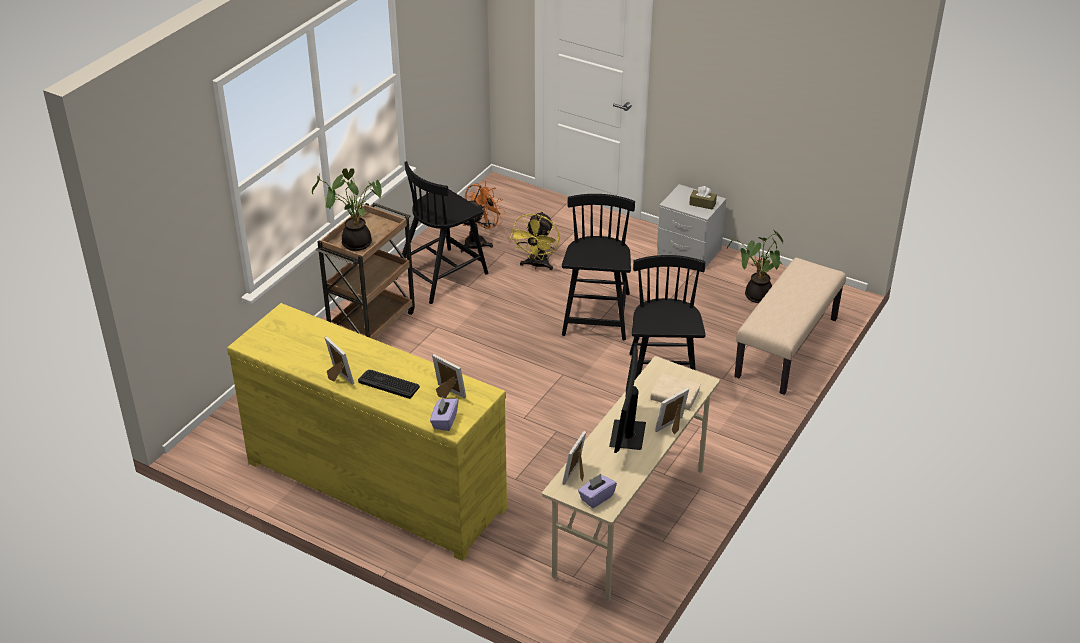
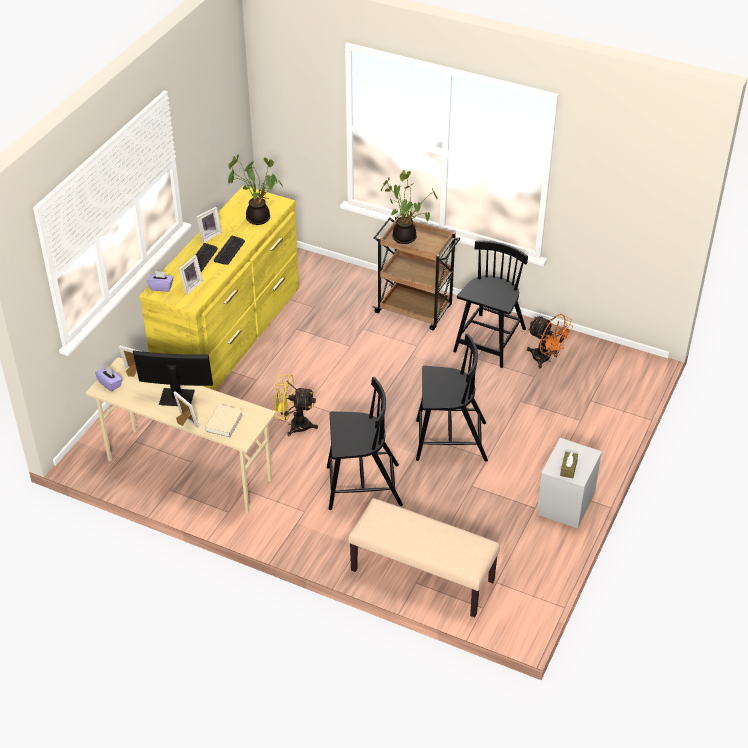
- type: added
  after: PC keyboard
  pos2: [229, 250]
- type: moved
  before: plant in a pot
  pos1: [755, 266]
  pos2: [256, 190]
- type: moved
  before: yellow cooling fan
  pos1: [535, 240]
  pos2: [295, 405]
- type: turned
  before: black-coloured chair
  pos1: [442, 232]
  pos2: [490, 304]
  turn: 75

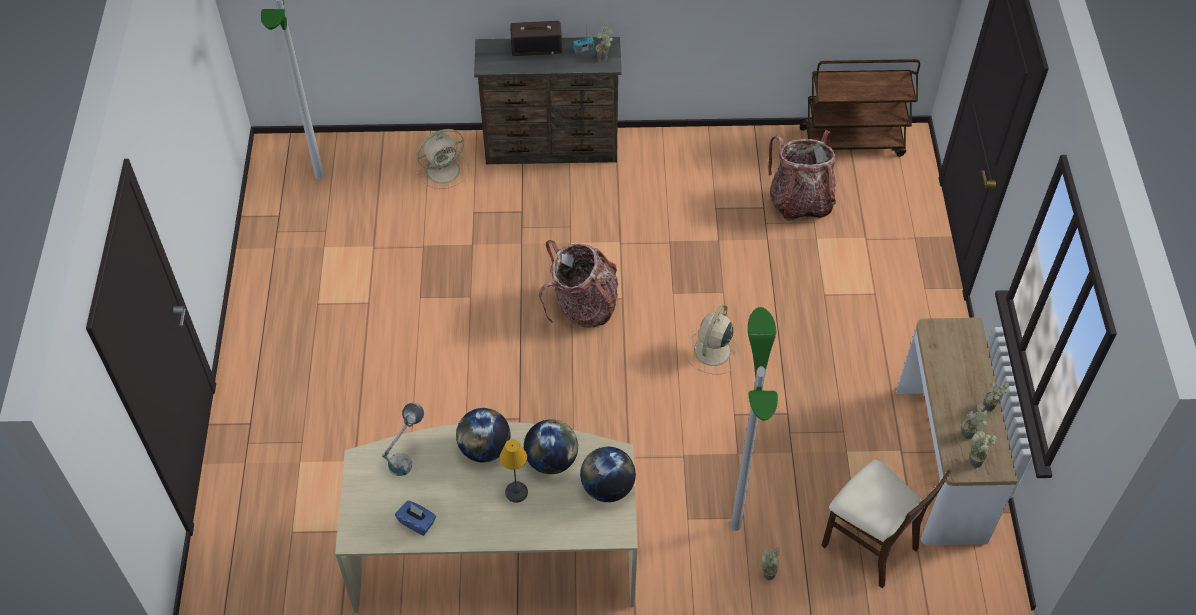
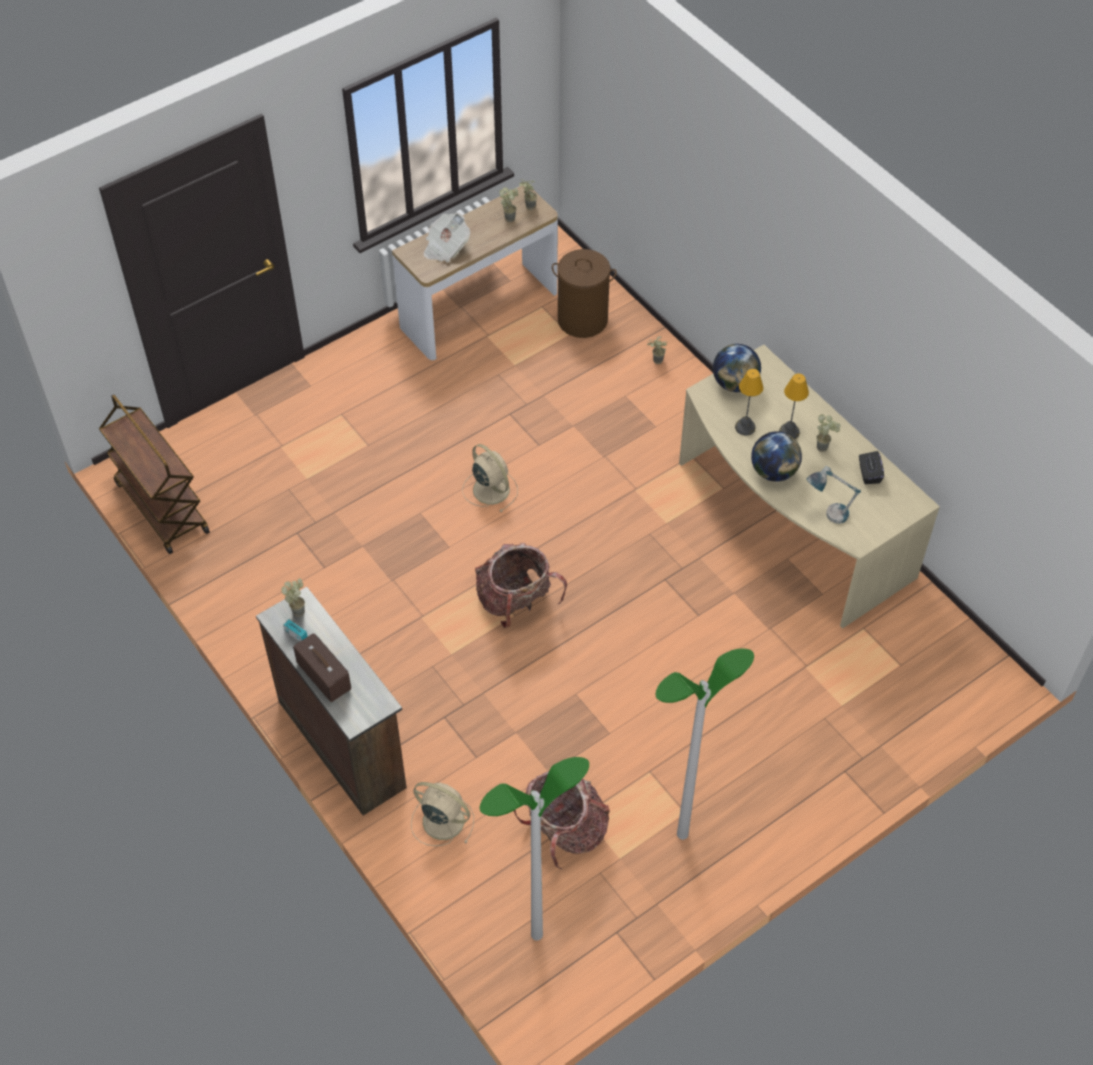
- type: added
  after: daily paper
  pos2: [446, 237]
- type: turned
  before: beige-coloured cooling fan
  pos1: [711, 339]
  pos2: [490, 478]
  turn: -120
- type: moved
  before: knapsack
  pos1: [802, 175]
  pos2: [562, 820]
- type: replaced
  before: beige-coloured chair
  after: brown-coloured hamper
  pos1: [886, 523]
  pos2: [584, 293]
- type: moved
  before: standing lamp
  pos1: [754, 419]
  pos2: [705, 744]
- type: replaced
  before: world globe
  after: table lamp
  pos1: [551, 446]
  pos2: [749, 402]
- type: moved
  before: plant in a pot
  pos1: [996, 396]
  pos2: [829, 433]
- type: recoloured
  before: blue tissue holder
  after: black-coloured tissue holder
  pos1: [415, 518]
  pos2: [871, 467]

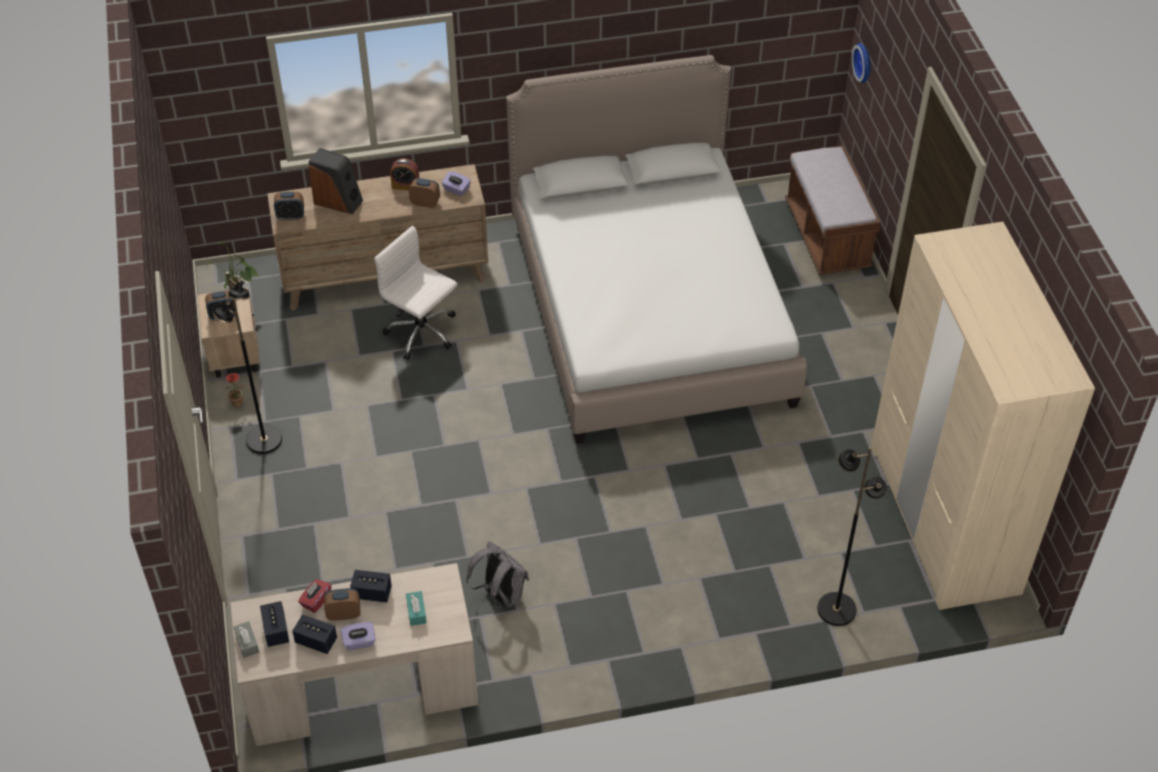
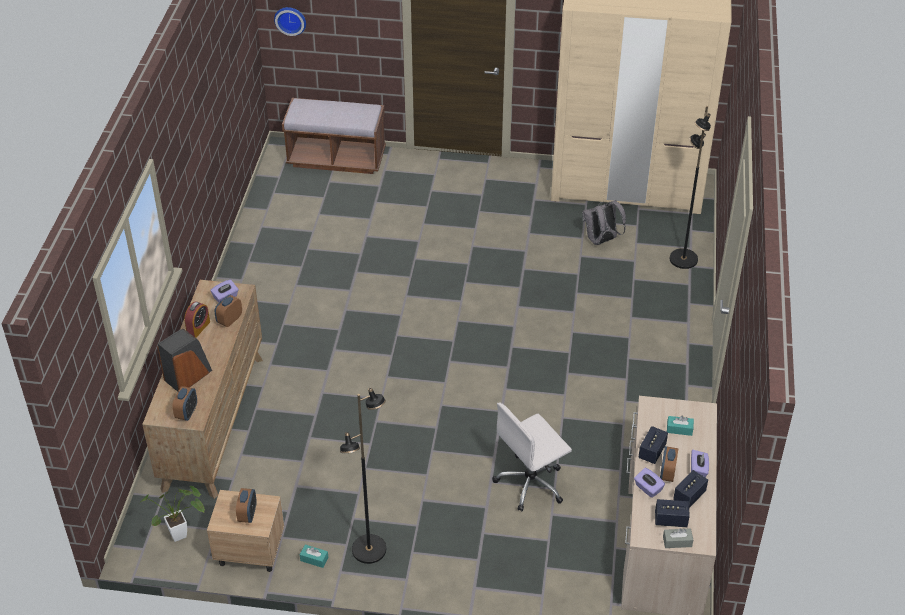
- type: replaced
  before: plant in a pot
  after: blue-green tissue holder
  pos1: [237, 390]
  pos2: [314, 556]
- type: moved
  before: white desk chair
  pos1: [415, 293]
  pos2: [532, 457]
- type: moved
  before: greyish knapsack
  pos1: [497, 574]
  pos2: [604, 222]
- type: recoloured
  before: red-coloured tissue holder
  after: purple tissue holder
  pos1: [315, 596]
  pos2: [649, 483]
- type: removed
  before: sleeping bed
  pos1: [656, 249]

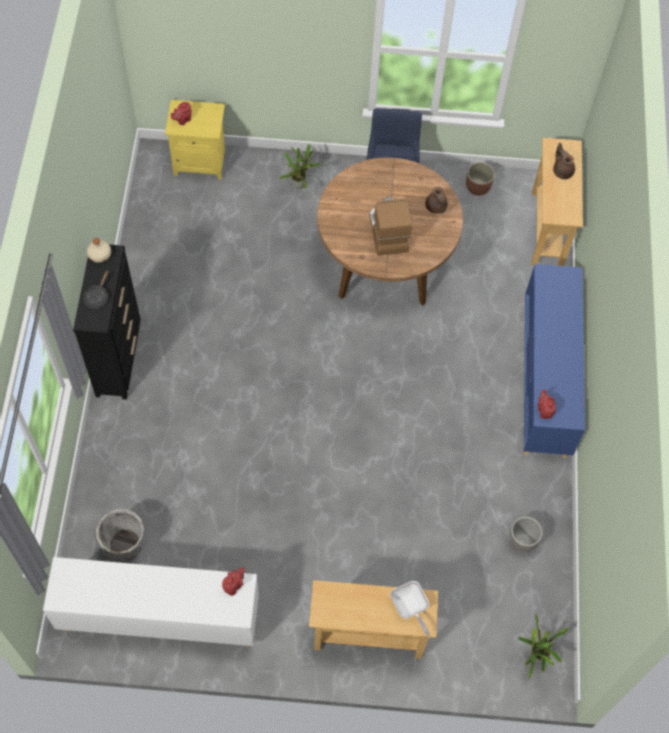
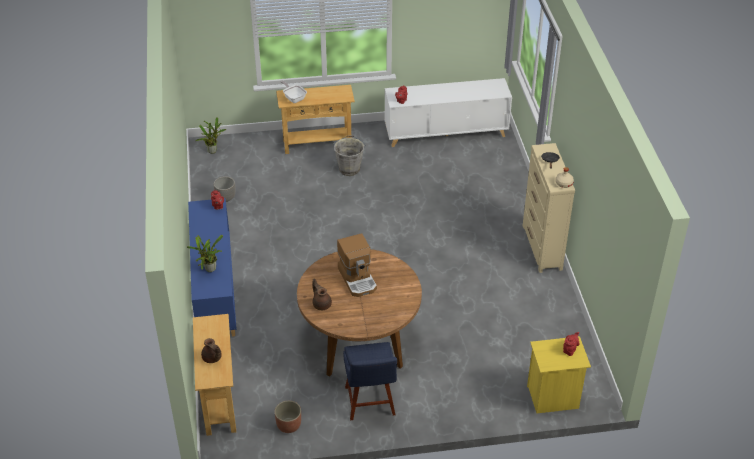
- type: moved
  before: plant in a pot
  pos1: [300, 166]
  pos2: [205, 253]
- type: moved
  before: greyish pail
  pos1: [118, 535]
  pos2: [350, 155]
- type: recoloured
  before: black-coloured dresser
  after: beige-coloured dresser
  pos1: [107, 322]
  pos2: [549, 208]

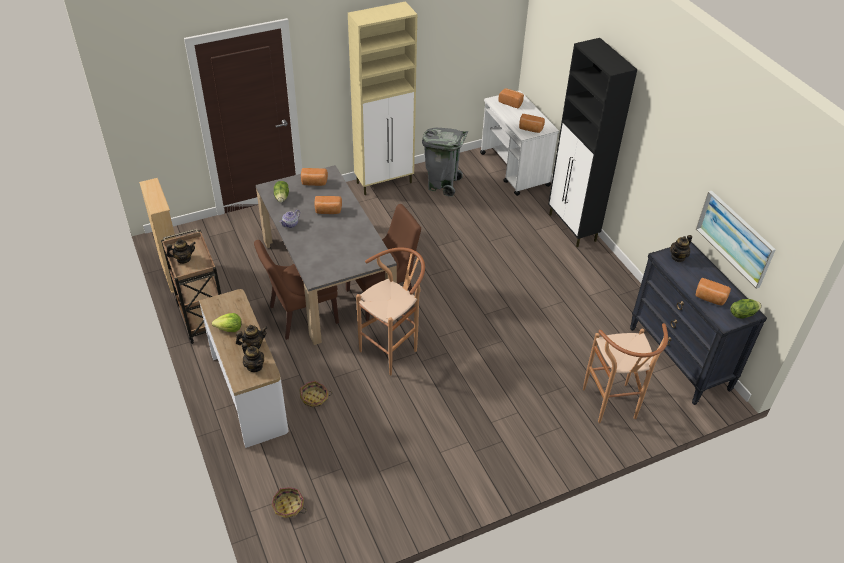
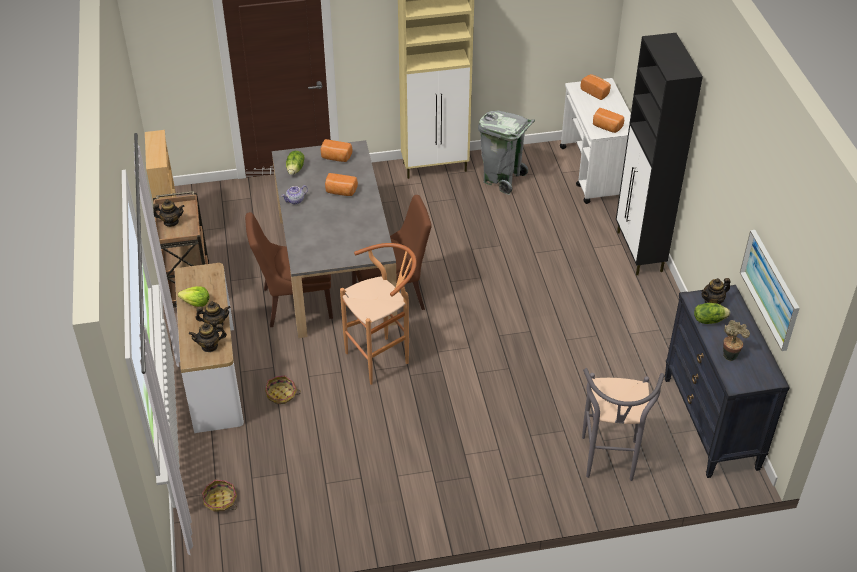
- type: turned
  before: teapot
  pos1: [253, 357]
  pos2: [208, 337]
  turn: 105
- type: recoloured
  before: brown-coloured sitting stool
  after: greyish sitting stool
  pos1: [625, 373]
  pos2: [623, 424]
- type: moved
  before: lettuce
  pos1: [746, 309]
  pos2: [712, 313]
- type: replaced
  before: bakery bread
  after: plant in a pot
  pos1: [713, 292]
  pos2: [736, 340]

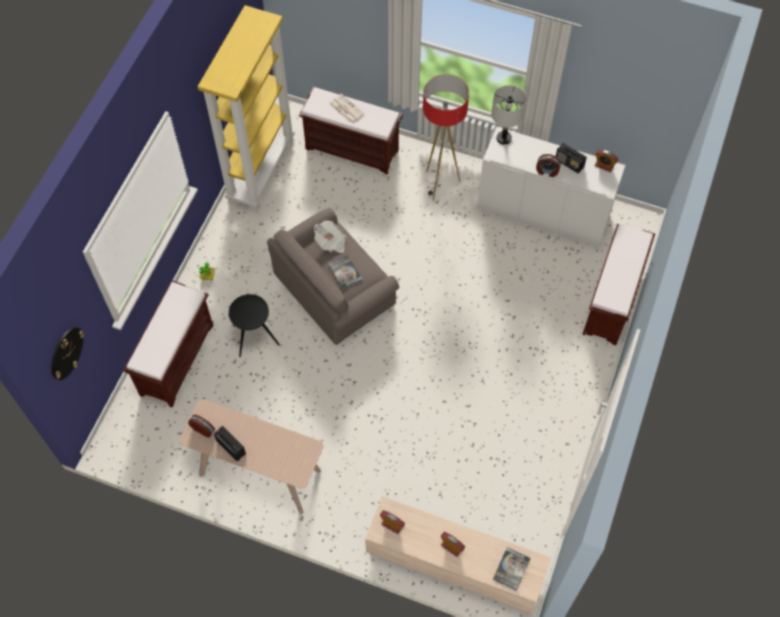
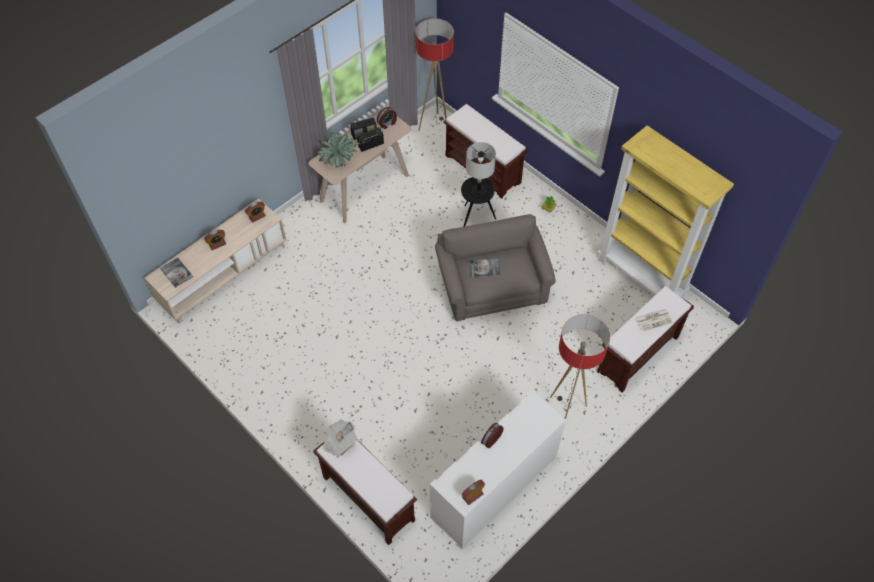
- type: added
  after: plant in a pot
  pos2: [339, 150]
- type: moved
  before: daily paper
  pos1: [330, 236]
  pos2: [339, 438]
- type: moved
  before: radio receiver
  pos1: [571, 158]
  pos2: [370, 139]
- type: added
  after: standing lamp
  pos2: [435, 74]
- type: moved
  before: greyish table lamp
  pos1: [508, 115]
  pos2: [481, 169]
- type: removed
  before: clock on the wall
  pos1: [67, 353]

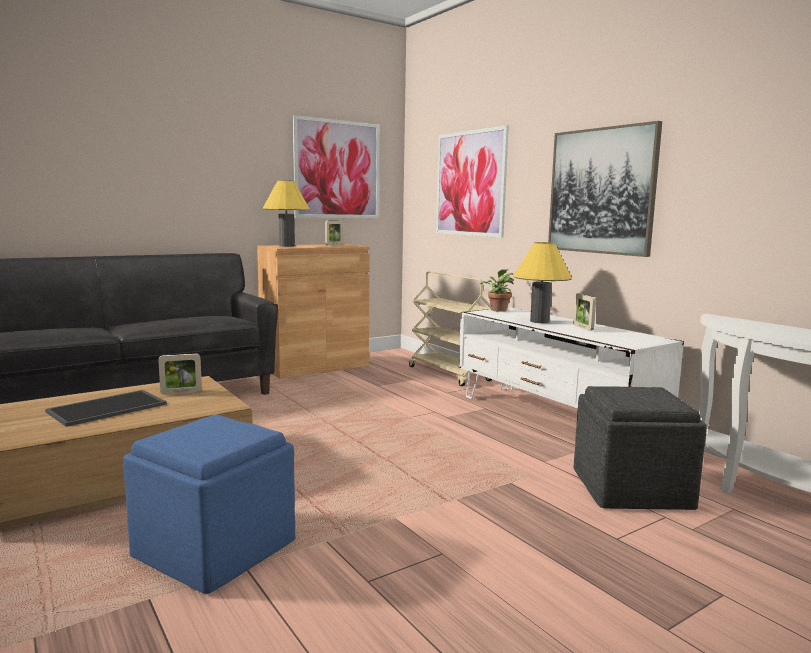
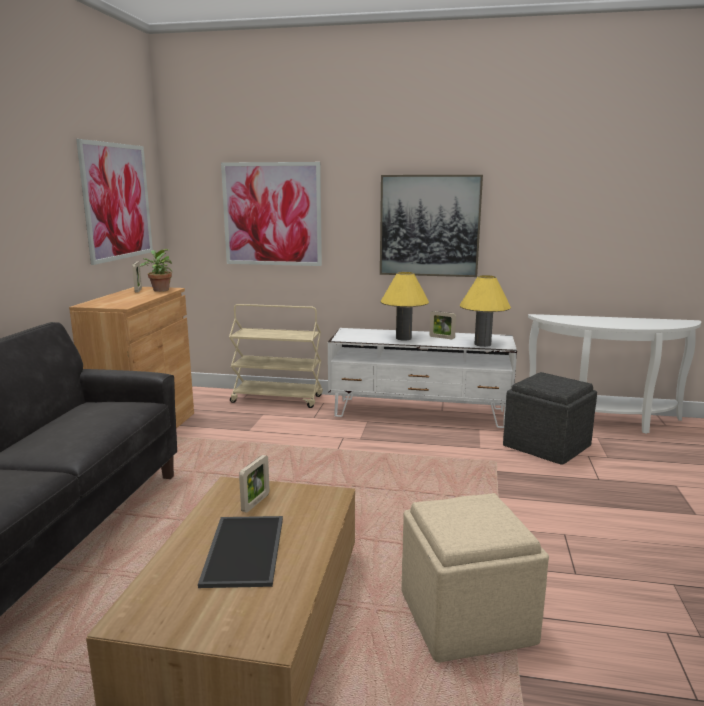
- type: moved
  before: plant in a pot
  pos1: [497, 290]
  pos2: [156, 270]
- type: recoloured
  before: blue footrest
  after: beige-coloured footrest
  pos1: [209, 504]
  pos2: [475, 578]
- type: moved
  before: yellow table lamp
  pos1: [286, 213]
  pos2: [485, 311]

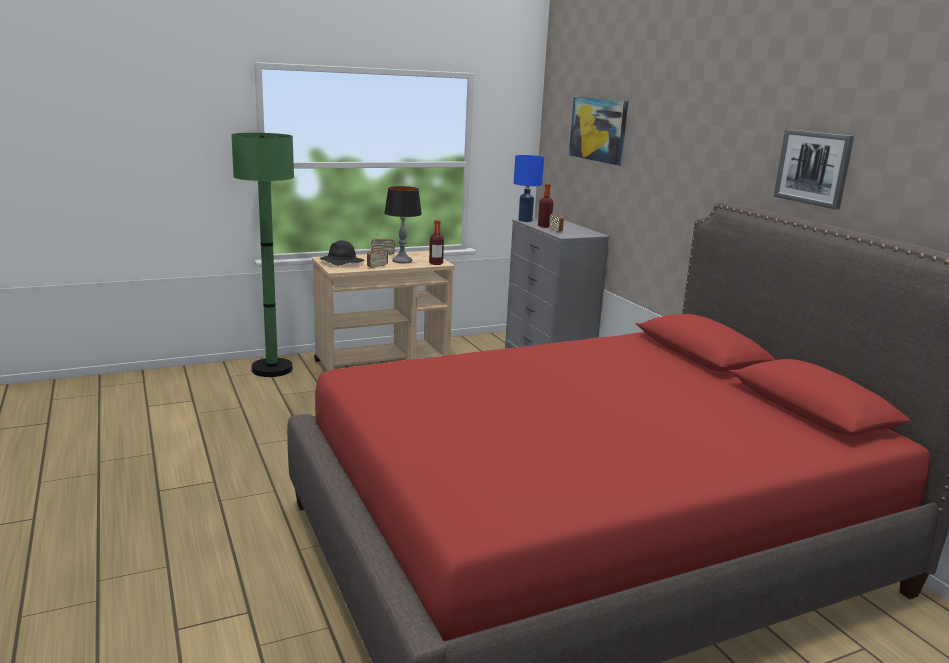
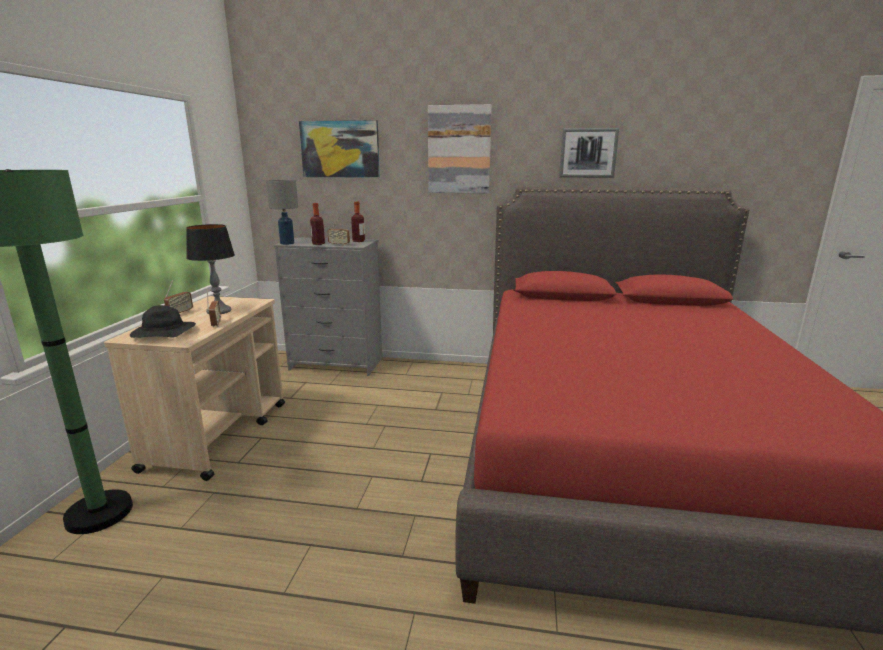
- type: recoloured
  before: blue table lamp
  after: greyish table lamp
  pos1: [529, 188]
  pos2: [282, 212]
- type: moved
  before: bottle
  pos1: [436, 242]
  pos2: [358, 222]
- type: added
  after: wall art
  pos2: [460, 148]

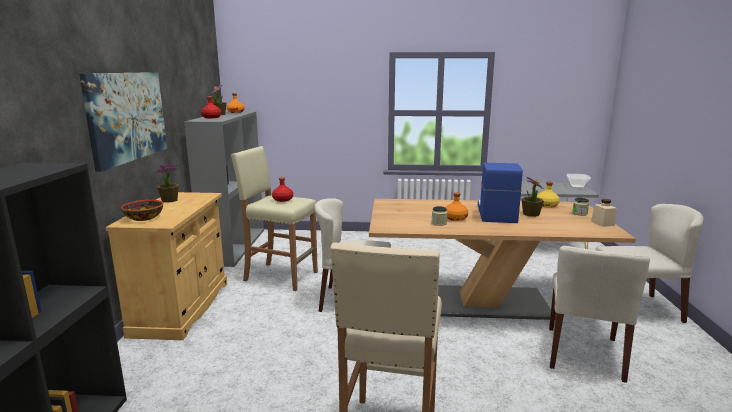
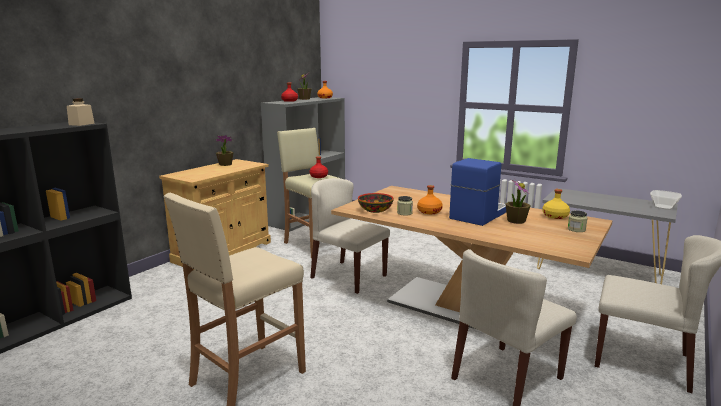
- type: moved
  before: beige-coloured storage jar
  pos1: [604, 213]
  pos2: [81, 112]
- type: moved
  before: deep dish
  pos1: [142, 210]
  pos2: [376, 203]
- type: removed
  before: wall art
  pos1: [123, 122]

